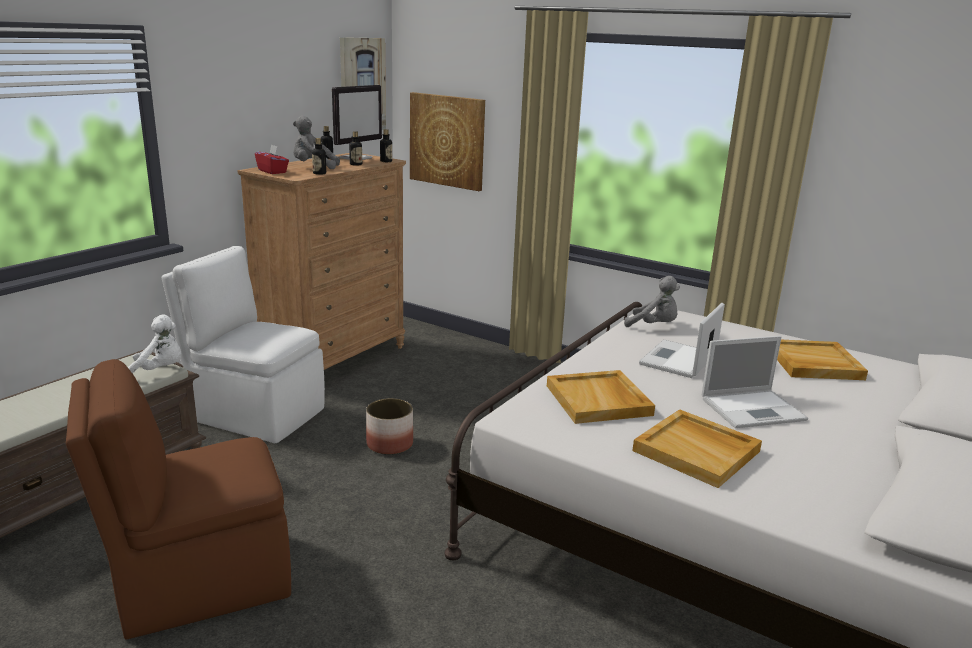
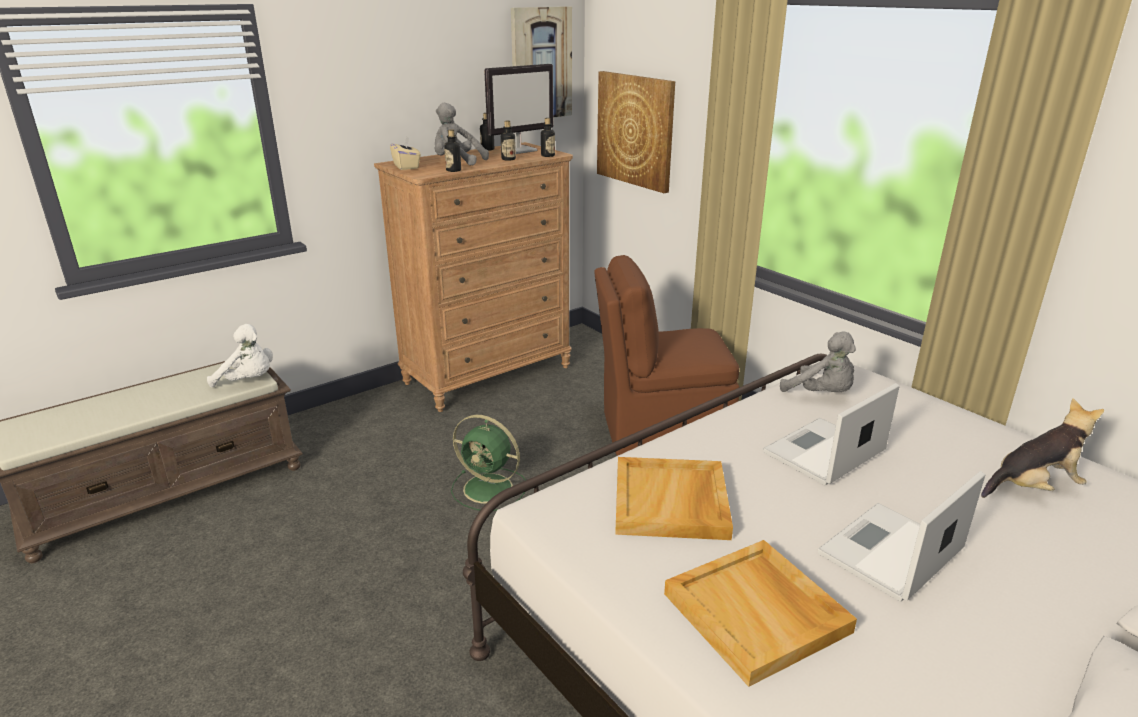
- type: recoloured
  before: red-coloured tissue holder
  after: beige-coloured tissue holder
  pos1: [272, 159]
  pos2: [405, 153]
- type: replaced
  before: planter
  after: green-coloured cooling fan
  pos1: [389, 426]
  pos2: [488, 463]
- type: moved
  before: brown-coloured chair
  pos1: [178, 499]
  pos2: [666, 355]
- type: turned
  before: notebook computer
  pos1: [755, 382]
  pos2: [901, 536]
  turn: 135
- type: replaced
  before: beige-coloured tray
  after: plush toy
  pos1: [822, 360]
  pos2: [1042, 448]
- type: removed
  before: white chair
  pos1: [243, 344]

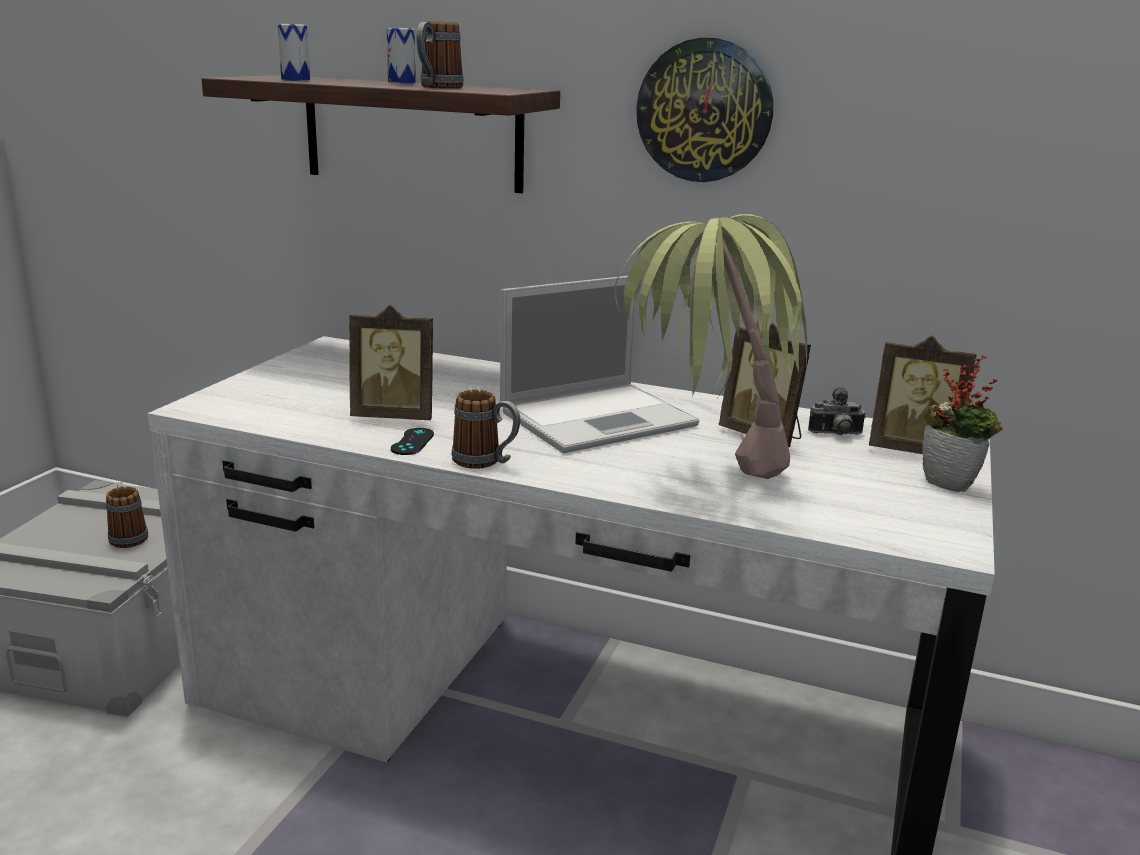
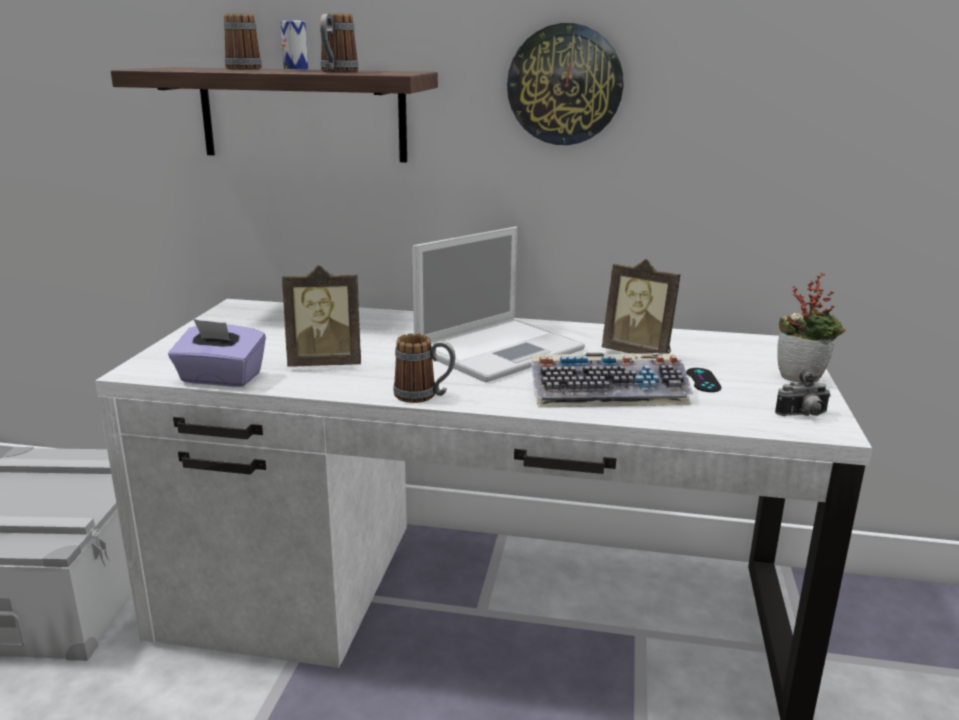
- type: added
  after: purple tissue holder
  pos2: [217, 353]
- type: moved
  before: mug
  pos1: [127, 515]
  pos2: [243, 42]
- type: replaced
  before: plant in a pot
  after: PC keyboard
  pos1: [710, 346]
  pos2: [612, 380]
- type: moved
  before: black-coloured gamepad
  pos1: [412, 441]
  pos2: [704, 380]
- type: moved
  before: still camera
  pos1: [837, 411]
  pos2: [803, 392]
- type: removed
  before: can
  pos1: [294, 52]
- type: removed
  before: standing frame
  pos1: [923, 395]

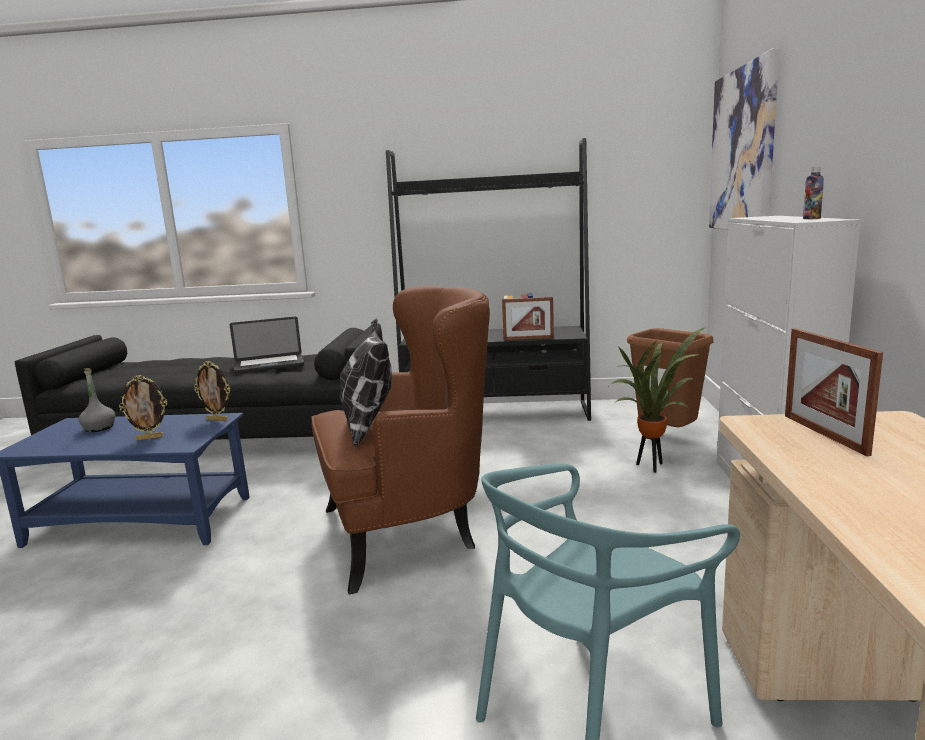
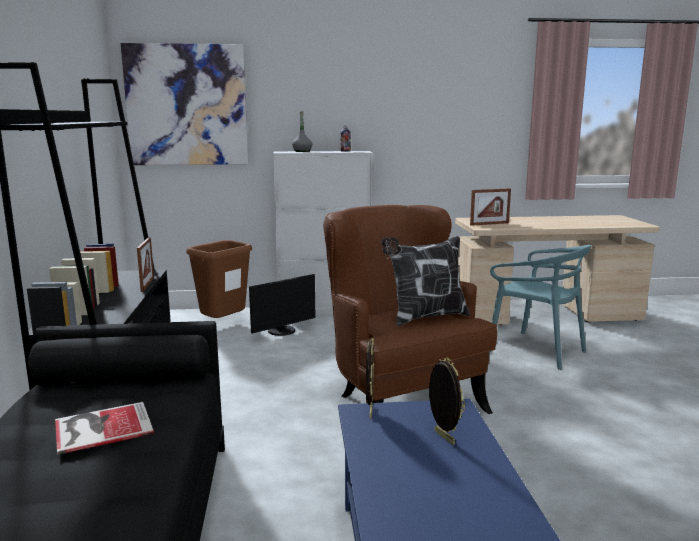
- type: replaced
  before: notebook computer
  after: book
  pos1: [267, 345]
  pos2: [104, 428]
- type: replaced
  before: plant in a pot
  after: monitor
  pos1: [658, 400]
  pos2: [282, 305]
- type: moved
  before: greyish bottle
  pos1: [96, 400]
  pos2: [302, 131]

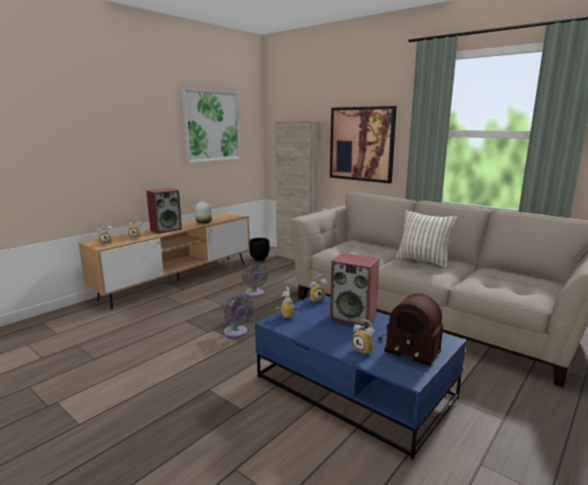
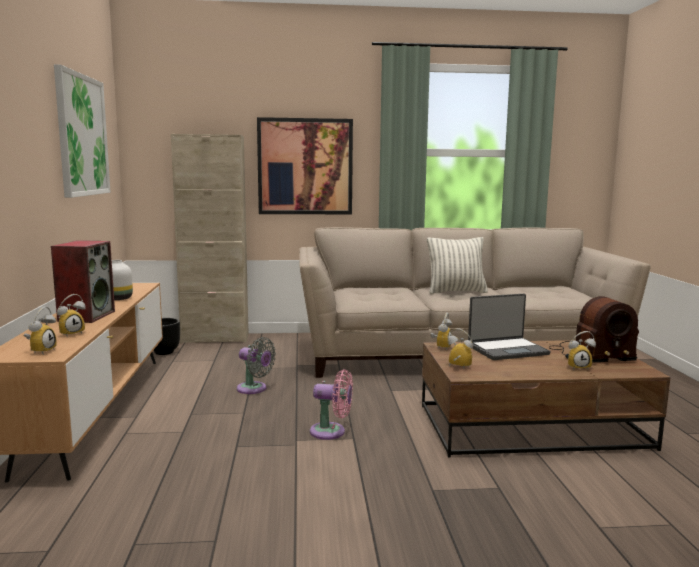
- type: recoloured
  before: greyish cooling fan
  after: pink cooling fan
  pos1: [239, 316]
  pos2: [331, 404]
- type: recoloured
  before: blue coffee table
  after: brown-coloured coffee table
  pos1: [360, 377]
  pos2: [546, 399]
- type: replaced
  before: loudspeaker
  after: notebook computer
  pos1: [355, 290]
  pos2: [509, 327]

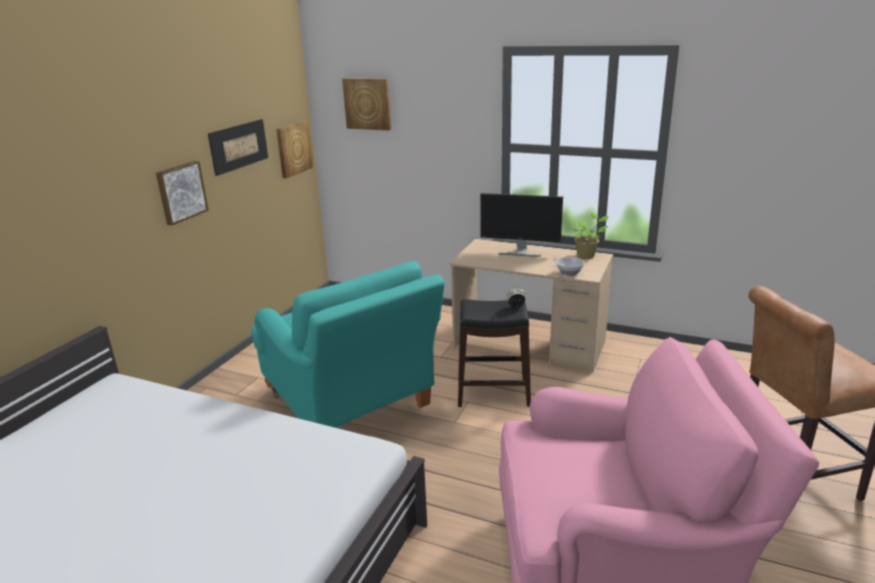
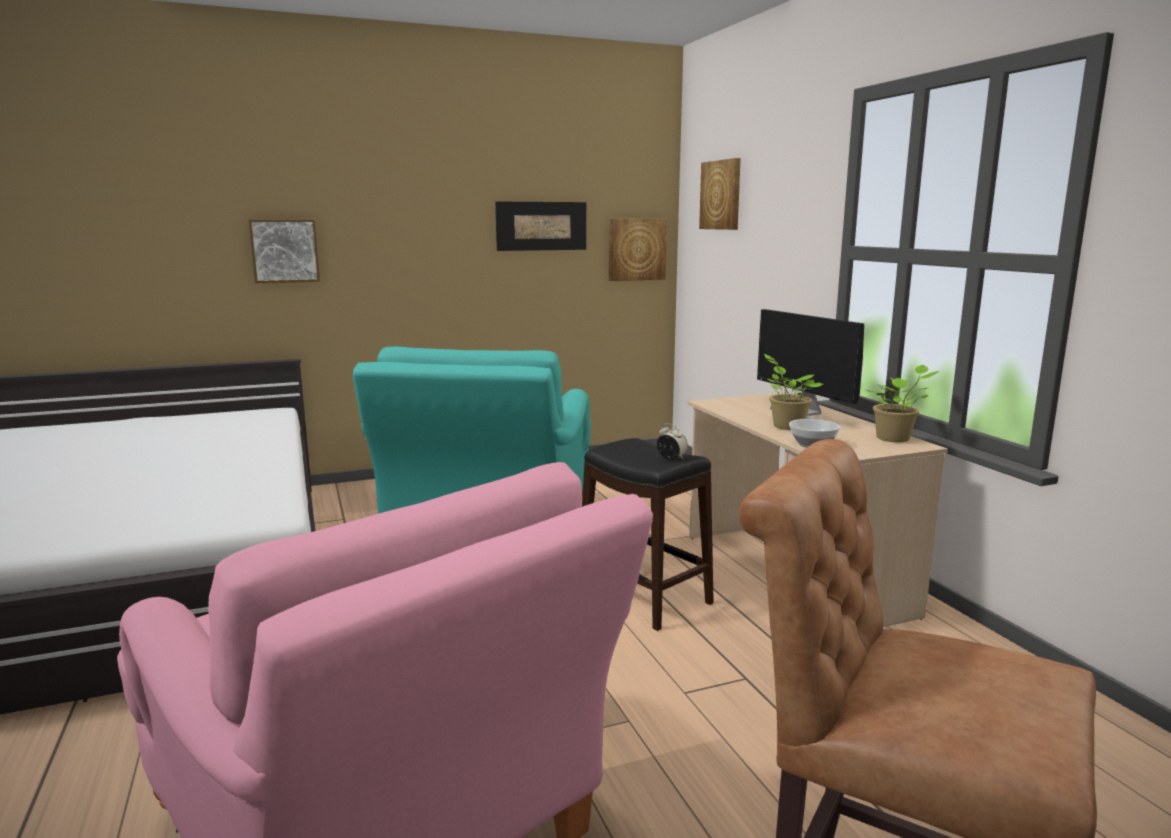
- type: moved
  before: wall art
  pos1: [182, 193]
  pos2: [284, 251]
- type: added
  after: plant in a pot
  pos2: [793, 392]

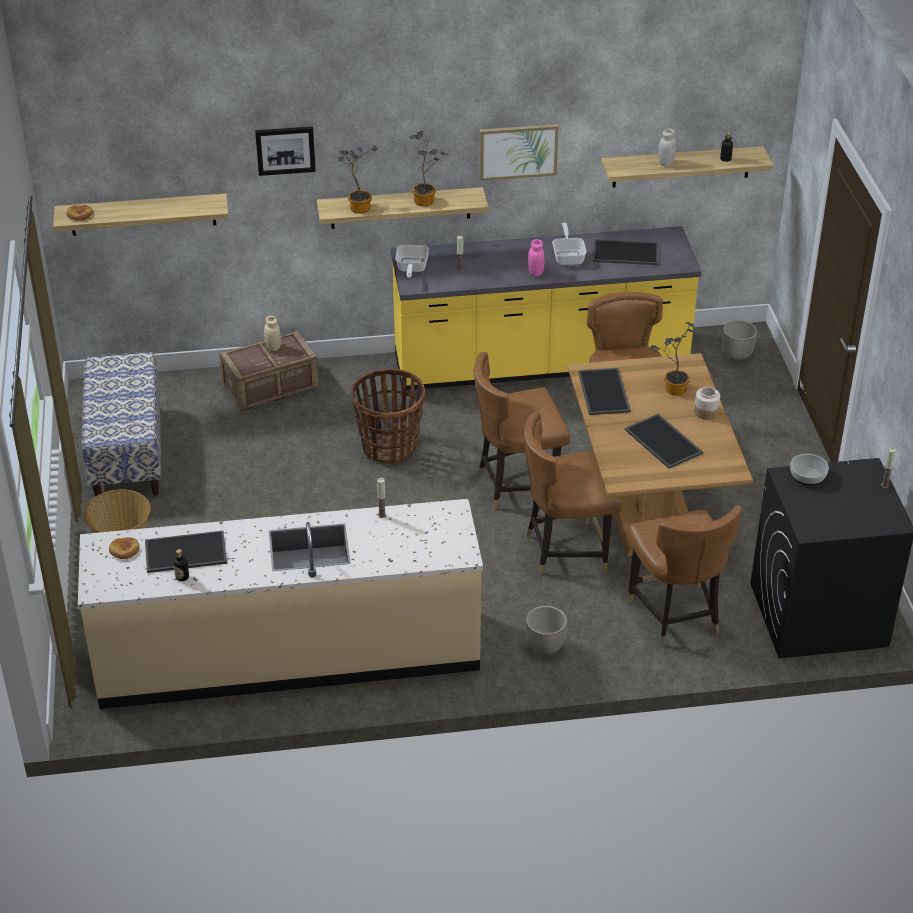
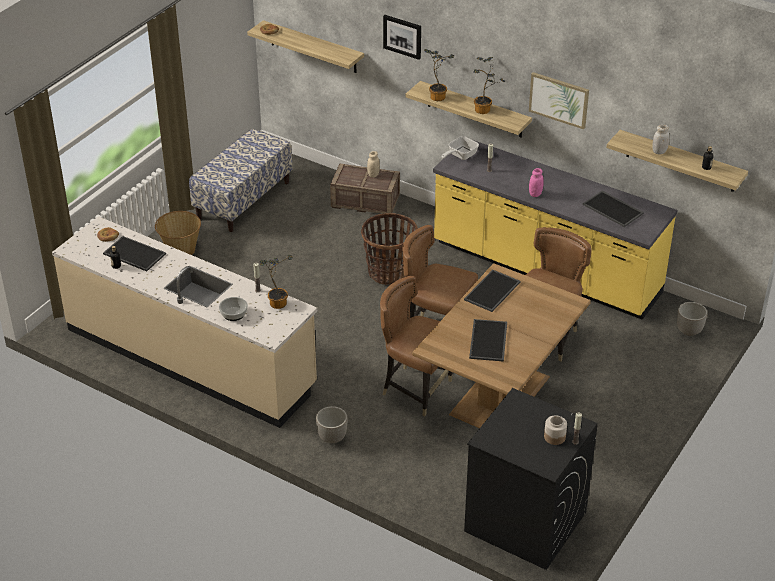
- type: moved
  before: deep dish
  pos1: [809, 470]
  pos2: [233, 309]
- type: moved
  before: plant in a pot
  pos1: [672, 359]
  pos2: [276, 282]
- type: moved
  before: storage jar
  pos1: [707, 403]
  pos2: [555, 430]
- type: removed
  before: pan
  pos1: [569, 244]
- type: removed
  before: brown-coloured chair
  pos1: [684, 575]

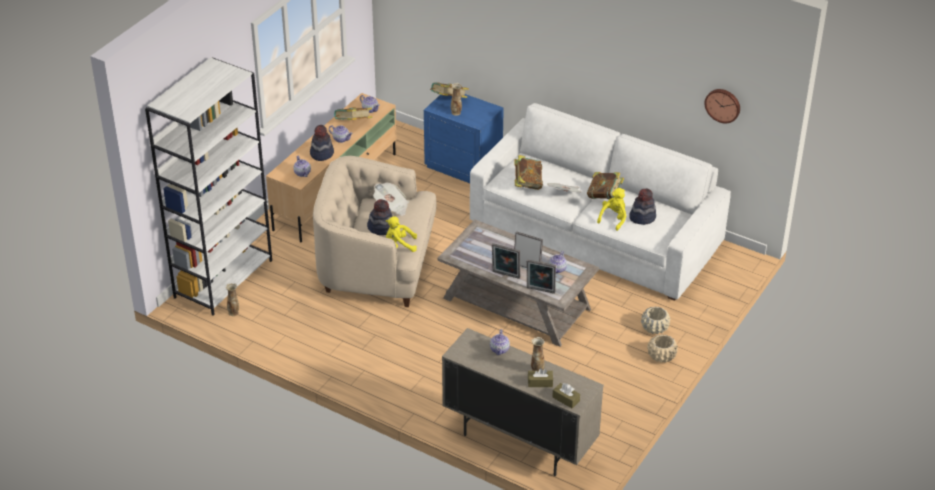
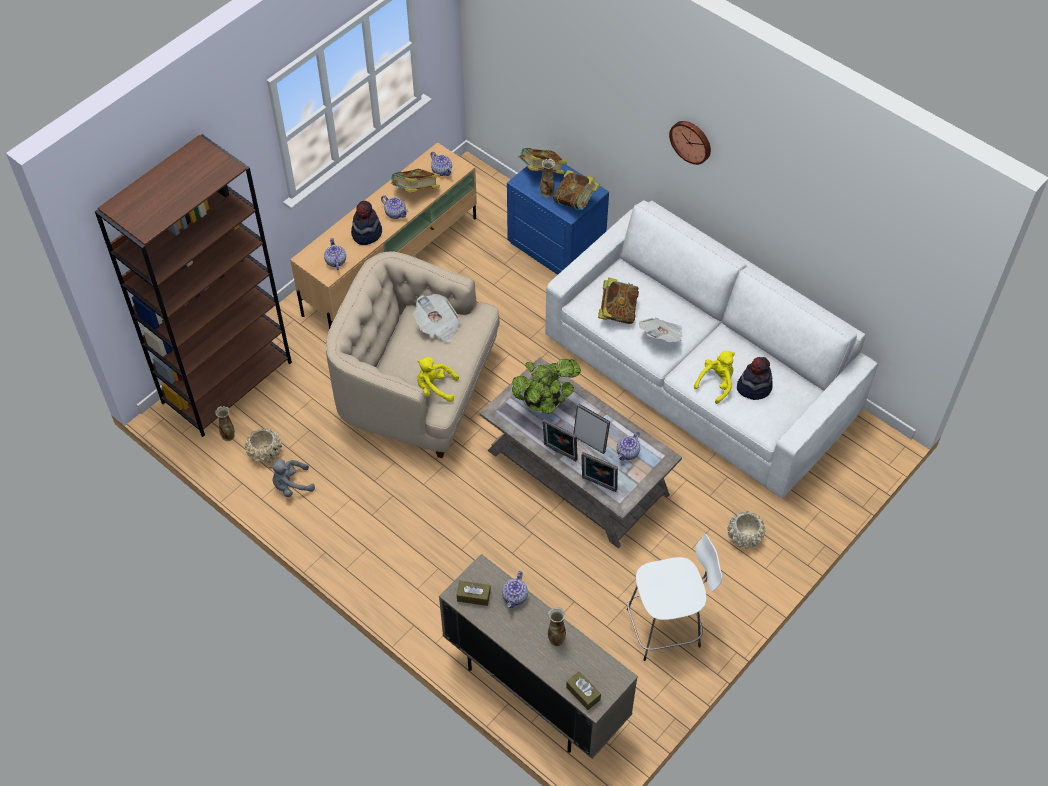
- type: recoloured
  before: white shelving unit
  after: brown-coloured shelving unit
  pos1: [208, 186]
  pos2: [193, 285]
- type: moved
  before: beige-coloured planter
  pos1: [662, 348]
  pos2: [263, 446]
- type: added
  after: greyish plush toy
  pos2: [292, 478]
- type: moved
  before: brown-coloured tissue holder
  pos1: [540, 377]
  pos2: [474, 593]
- type: added
  after: plant in a pot
  pos2: [546, 386]
- type: moved
  before: book
  pos1: [605, 185]
  pos2: [576, 190]
- type: added
  after: white sitting stool
  pos2: [674, 597]
- type: moved
  before: clock on the wall
  pos1: [722, 106]
  pos2: [690, 143]
- type: removed
  before: wearable hat
  pos1: [380, 217]

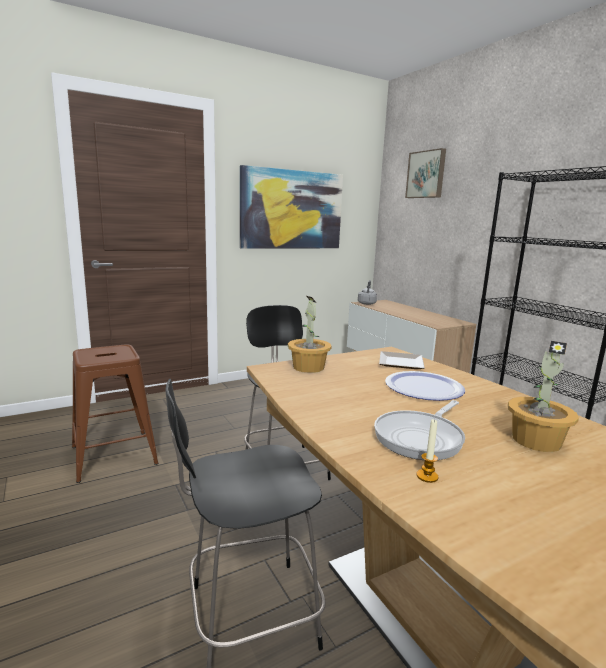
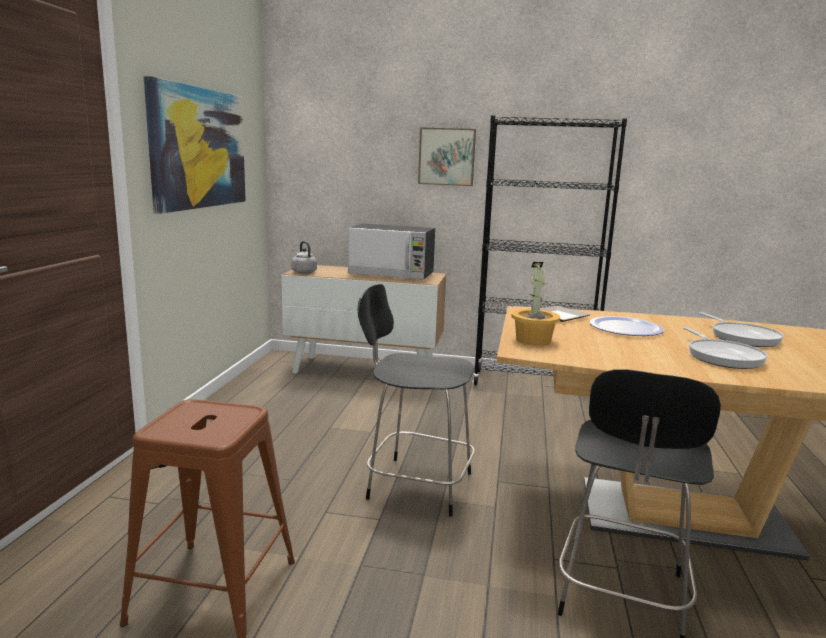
- type: added
  after: microwave oven
  pos2: [391, 252]
- type: moved
  before: wall art
  pos1: [425, 173]
  pos2: [447, 156]
- type: replaced
  before: plant in a pot
  after: pan
  pos1: [543, 396]
  pos2: [741, 329]
- type: removed
  before: wax candle
  pos1: [427, 451]

